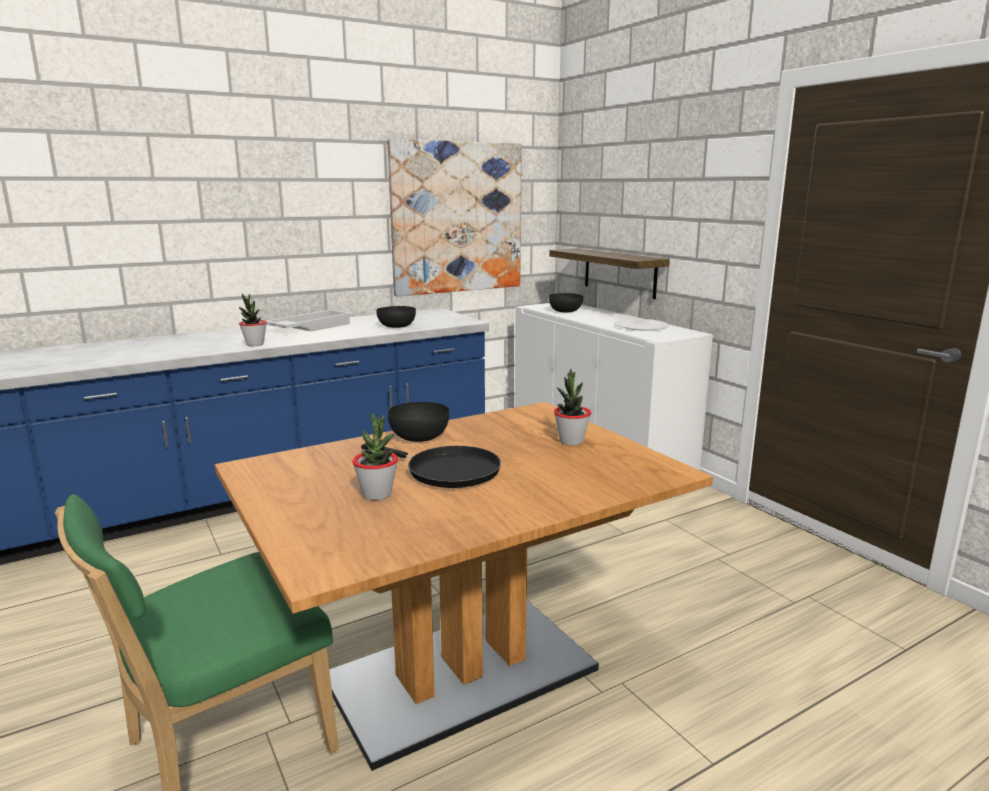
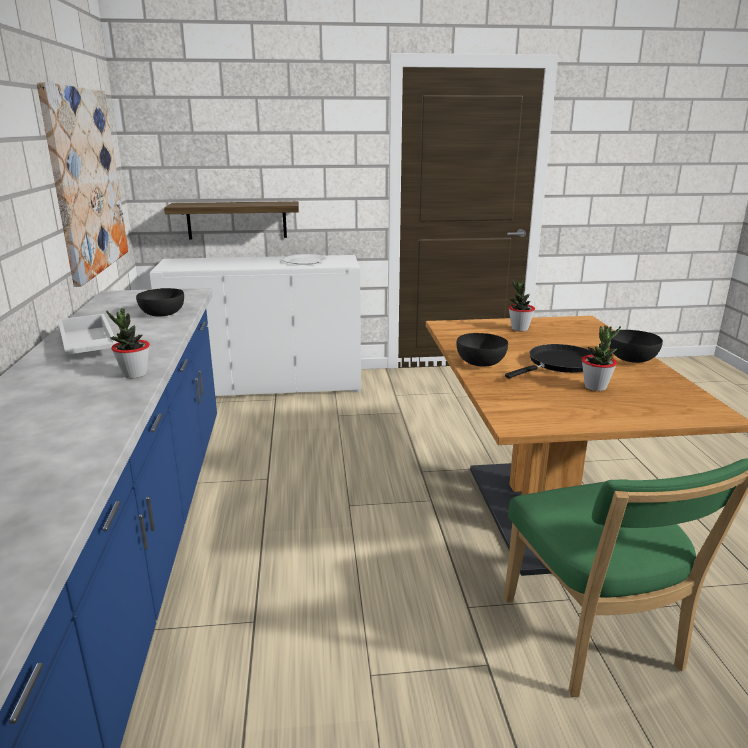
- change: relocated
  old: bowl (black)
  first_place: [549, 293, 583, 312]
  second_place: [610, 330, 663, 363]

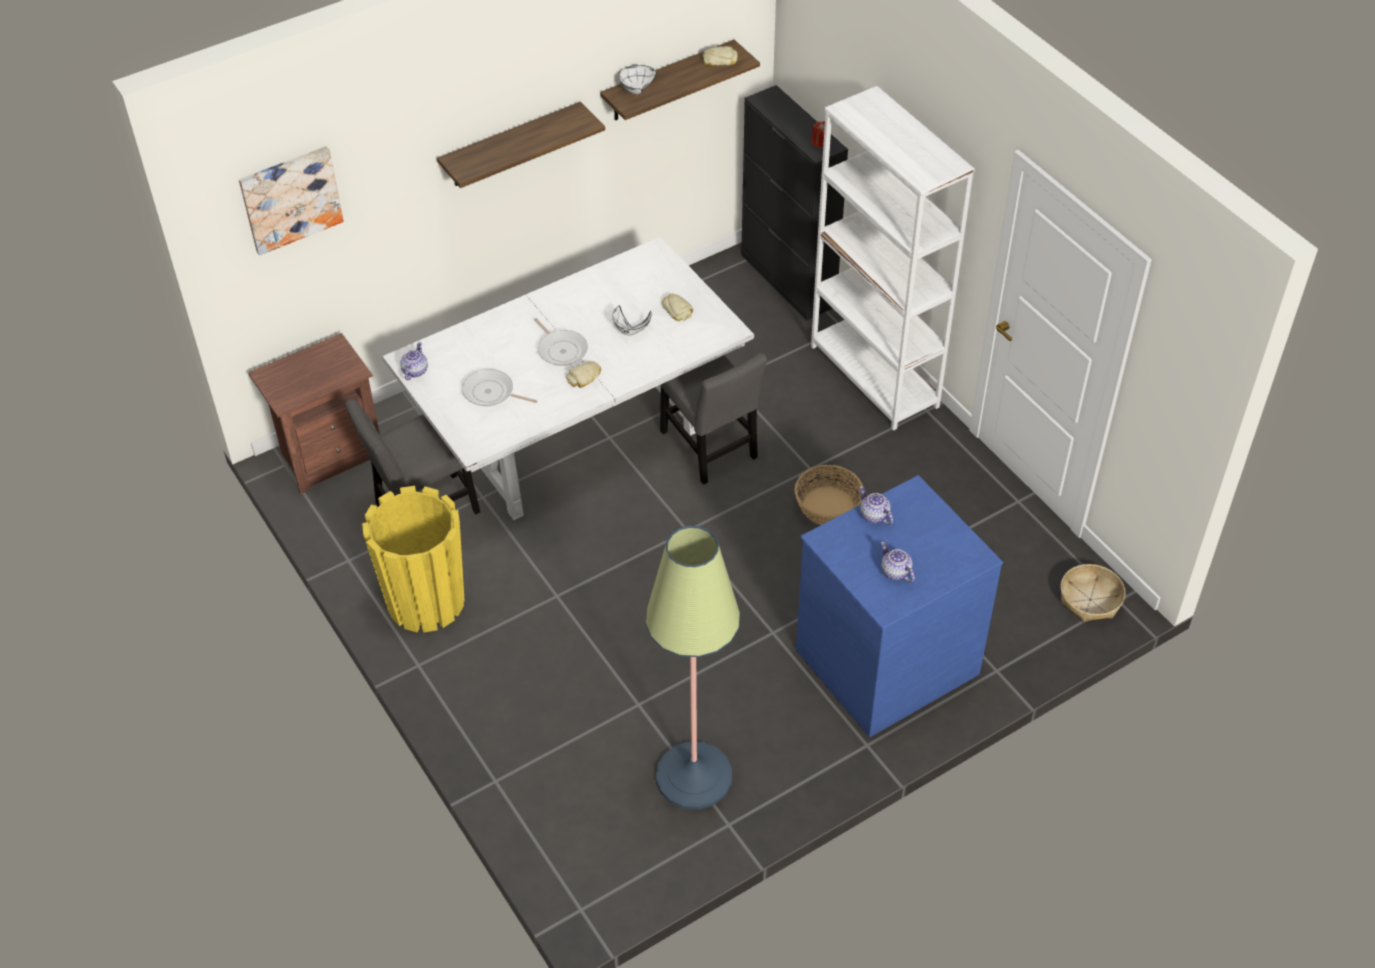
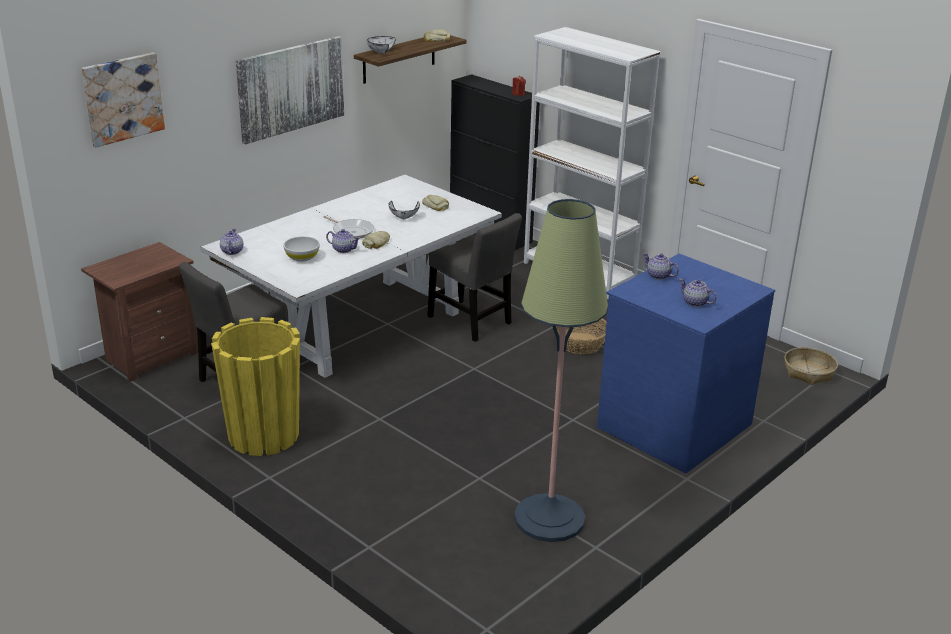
- change: appeared
  new: teapot
  second_place: [326, 229, 360, 253]
- change: exchanged
  old: shelf
  new: picture
  first_place: [437, 102, 605, 188]
  second_place: [236, 36, 344, 145]
- change: exchanged
  old: frying pan
  new: bowl (white)
  first_place: [462, 369, 538, 406]
  second_place: [283, 236, 320, 262]

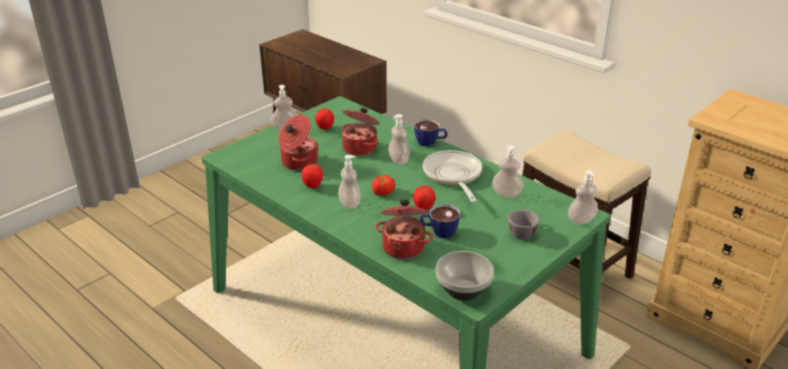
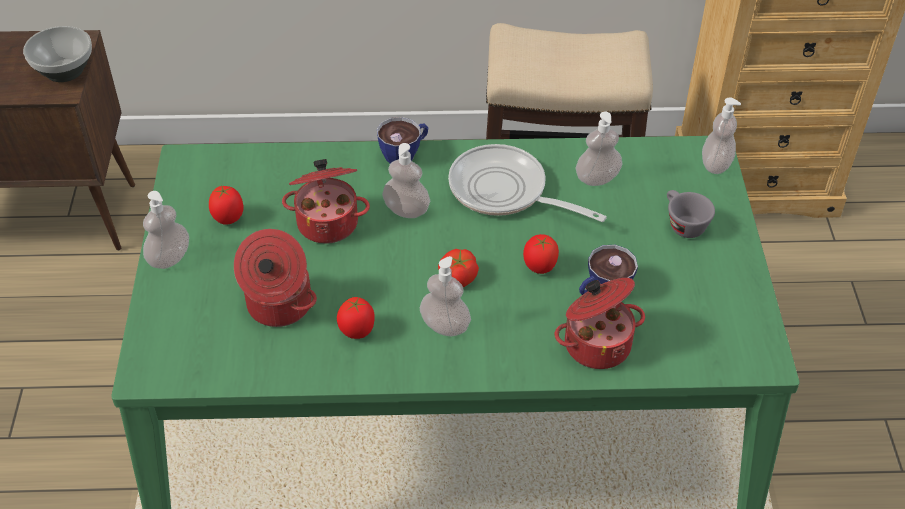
- change: relocated
  old: bowl
  first_place: [435, 251, 494, 301]
  second_place: [23, 26, 92, 82]

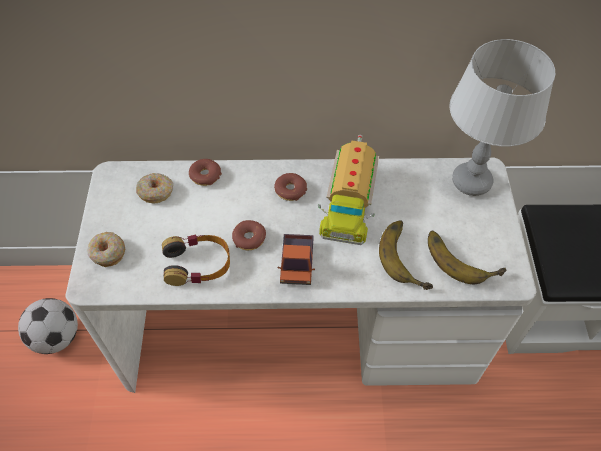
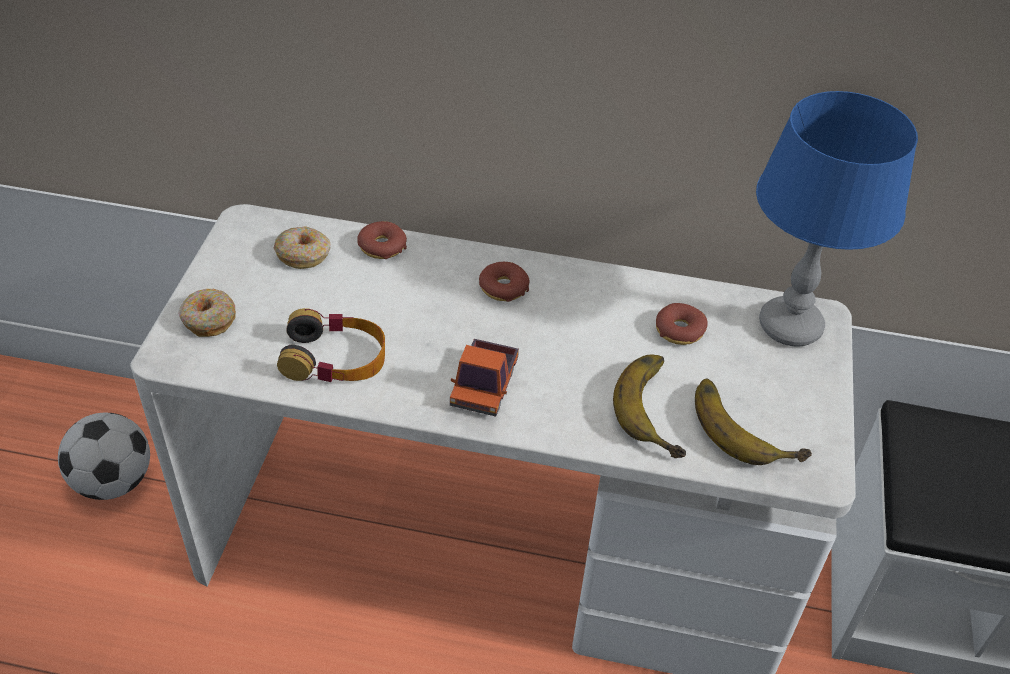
- change: missing
  old: toy truck
  first_place: [318, 135, 379, 245]
- change: relocated
  old: donut
  first_place: [232, 220, 266, 250]
  second_place: [656, 303, 708, 345]
- change: colour
  old: table lamp (grey)
  new: table lamp (blue)
  first_place: [449, 39, 555, 196]
  second_place: [756, 91, 918, 347]

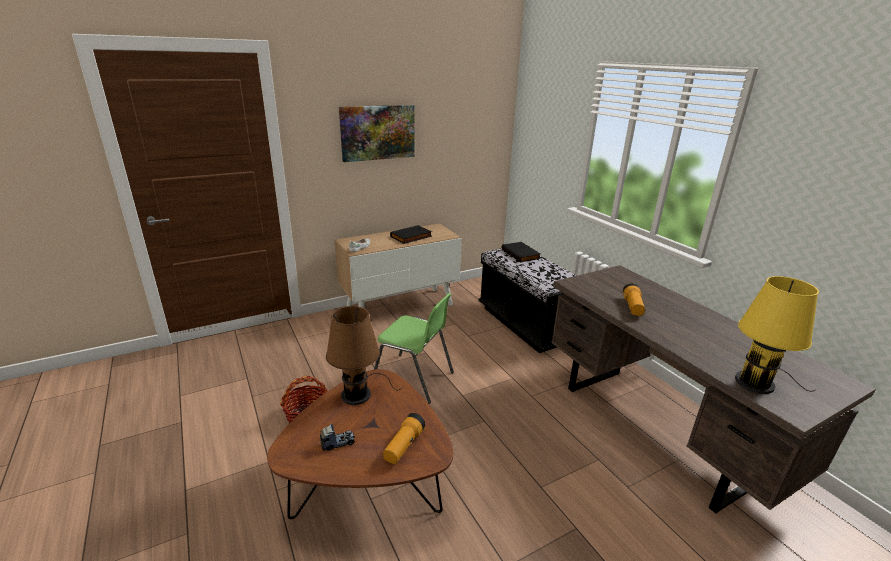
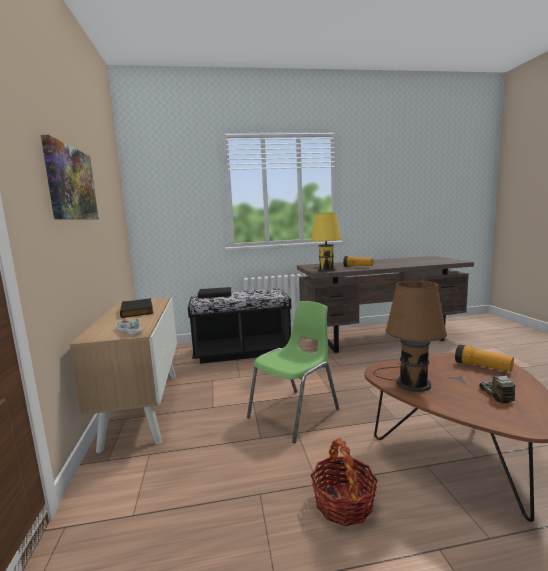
- change: relocated
  old: table lamp (yellow)
  first_place: [735, 276, 819, 394]
  second_place: [311, 213, 342, 272]

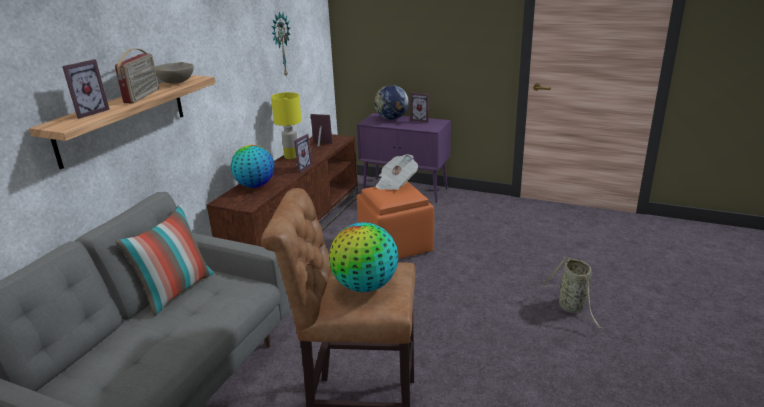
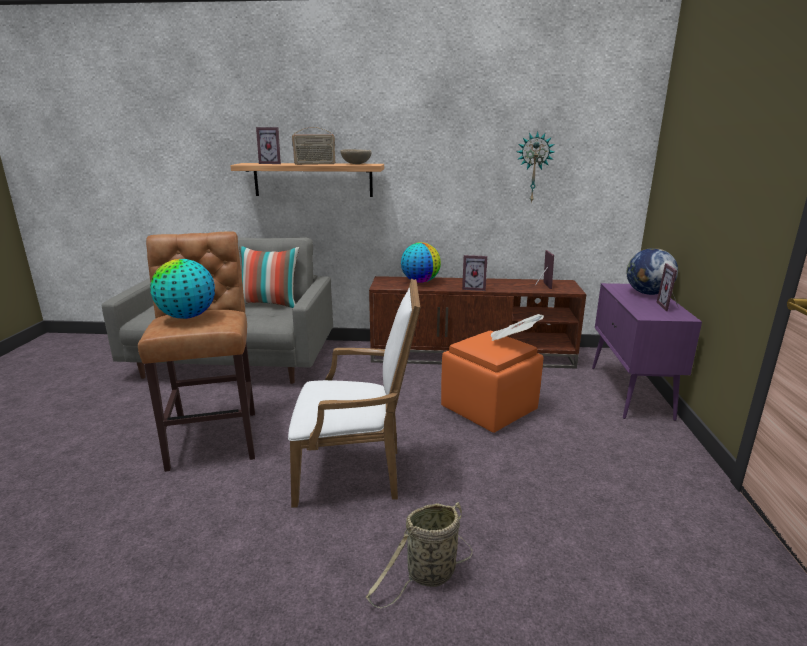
- change: missing
  old: table lamp (yellow)
  first_place: [271, 92, 302, 159]
- change: appeared
  new: armchair (white)
  second_place: [288, 278, 421, 507]

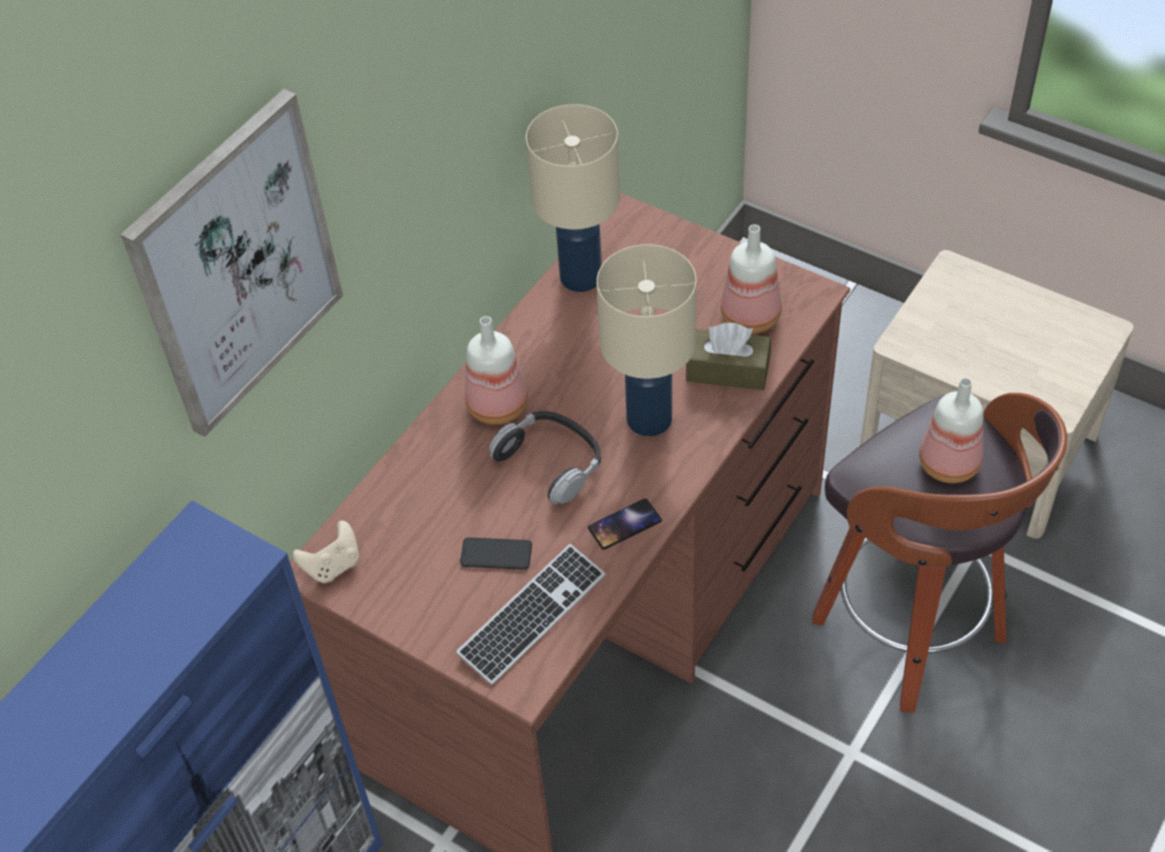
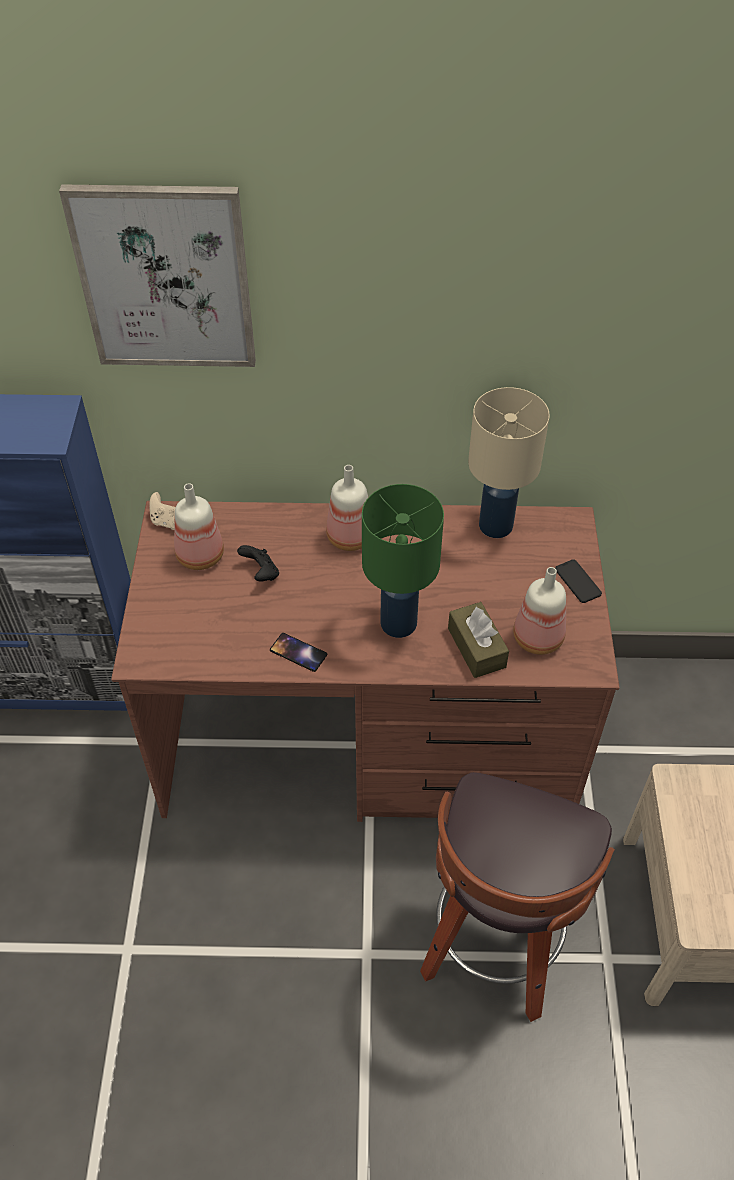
- change: missing
  old: keyboard
  first_place: [456, 544, 605, 685]
- change: missing
  old: headphones
  first_place: [489, 411, 601, 504]
- change: appeared
  new: game controller (black)
  second_place: [237, 545, 279, 582]
- change: relocated
  old: phone
  first_place: [460, 537, 532, 570]
  second_place: [555, 560, 602, 603]
- change: relocated
  old: bottle
  first_place: [919, 378, 983, 483]
  second_place: [174, 483, 224, 570]
- change: colour
  old: table lamp (beige)
  new: table lamp (green)
  first_place: [597, 244, 697, 437]
  second_place: [362, 484, 444, 638]

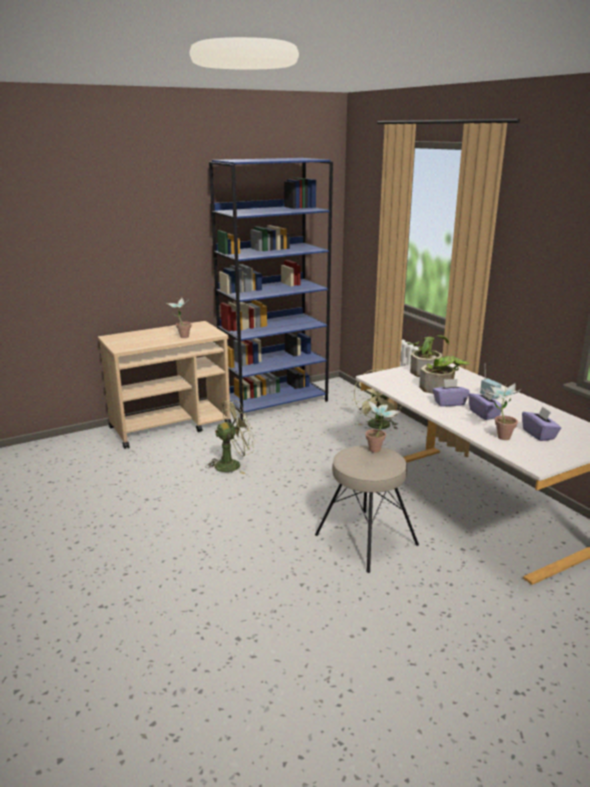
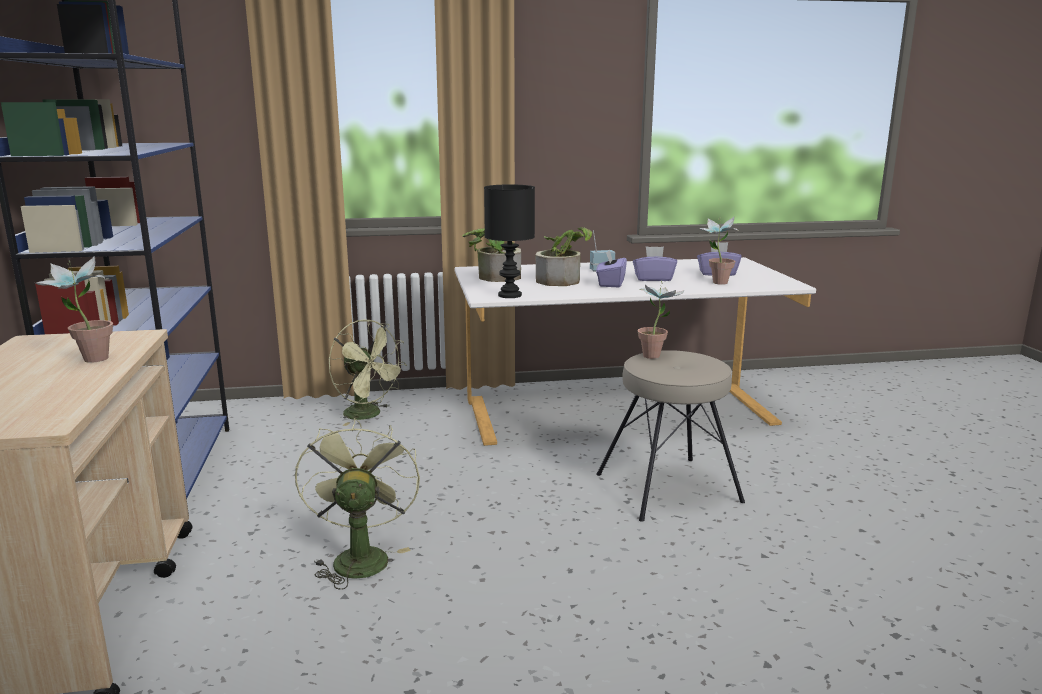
- change: appeared
  new: table lamp (black)
  second_place: [484, 184, 535, 298]

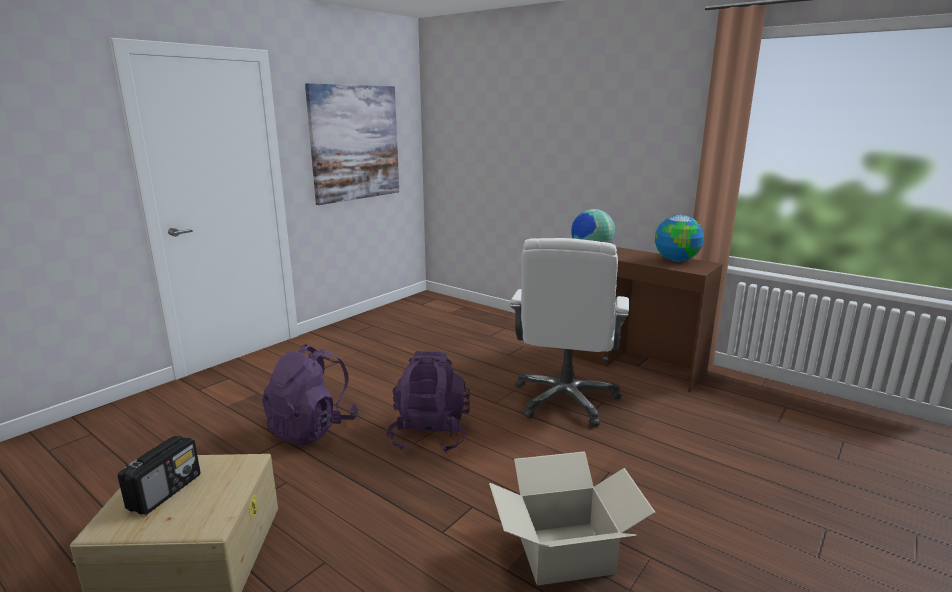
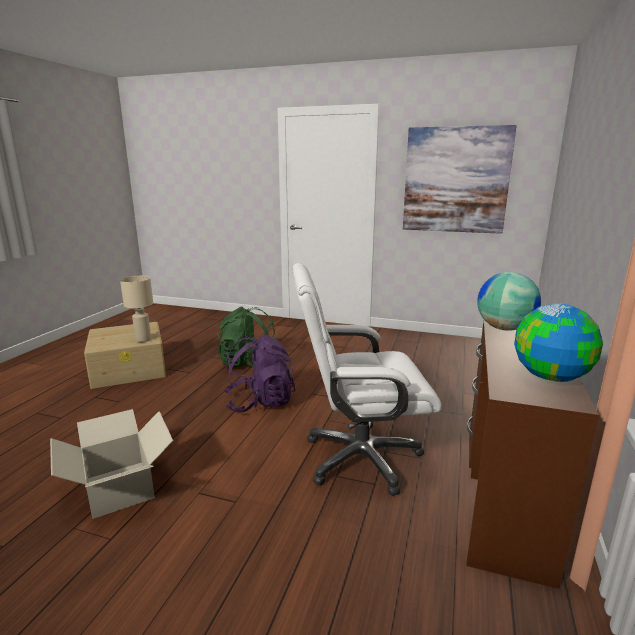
- change: missing
  old: radio
  first_place: [118, 435, 200, 515]
- change: appeared
  new: table lamp (beige)
  second_place: [120, 276, 153, 342]
- change: colour
  old: backpack (purple)
  new: backpack (green)
  first_place: [262, 344, 359, 446]
  second_place: [217, 307, 275, 367]

